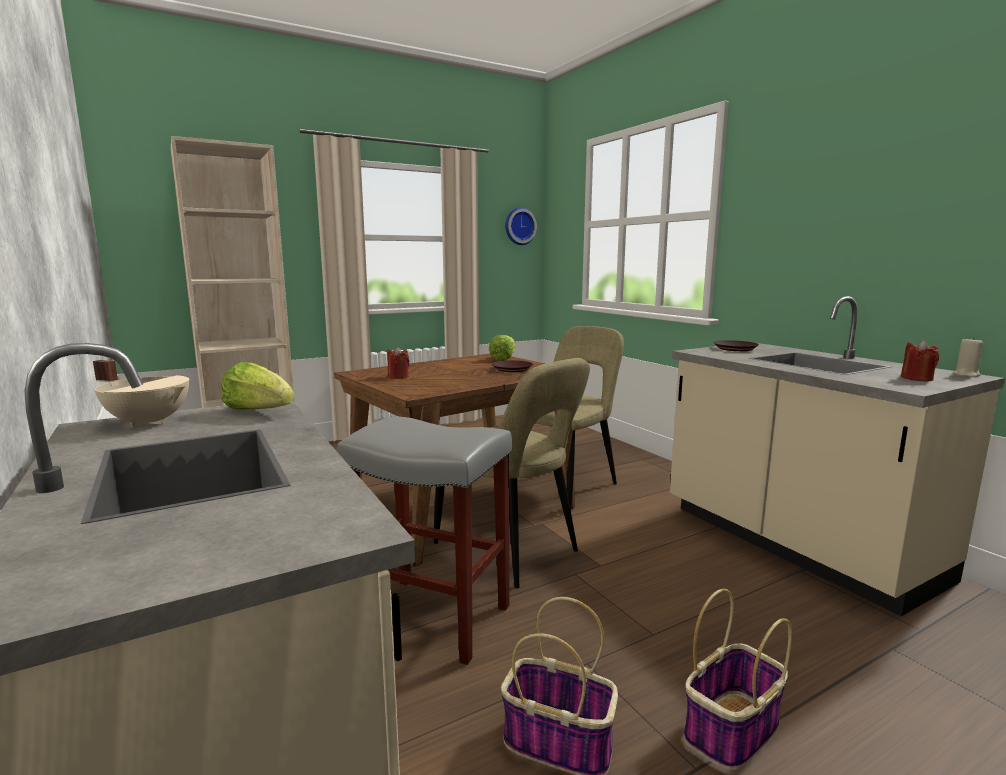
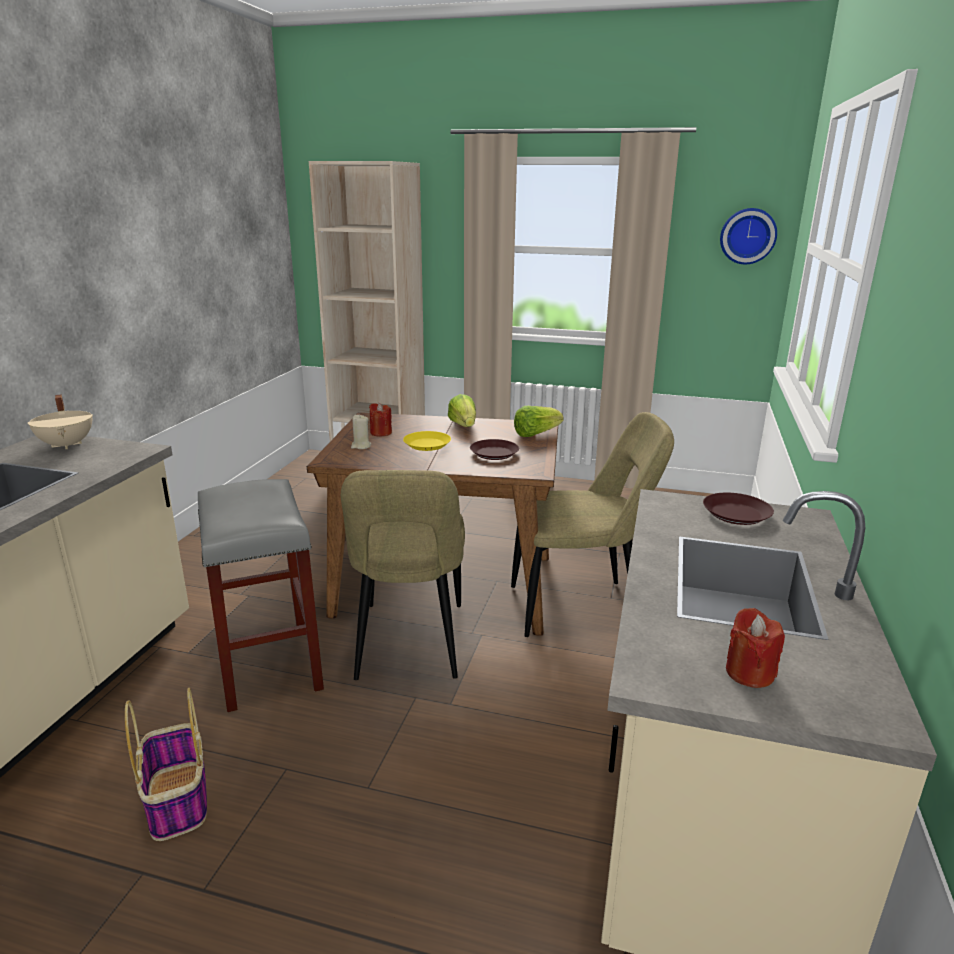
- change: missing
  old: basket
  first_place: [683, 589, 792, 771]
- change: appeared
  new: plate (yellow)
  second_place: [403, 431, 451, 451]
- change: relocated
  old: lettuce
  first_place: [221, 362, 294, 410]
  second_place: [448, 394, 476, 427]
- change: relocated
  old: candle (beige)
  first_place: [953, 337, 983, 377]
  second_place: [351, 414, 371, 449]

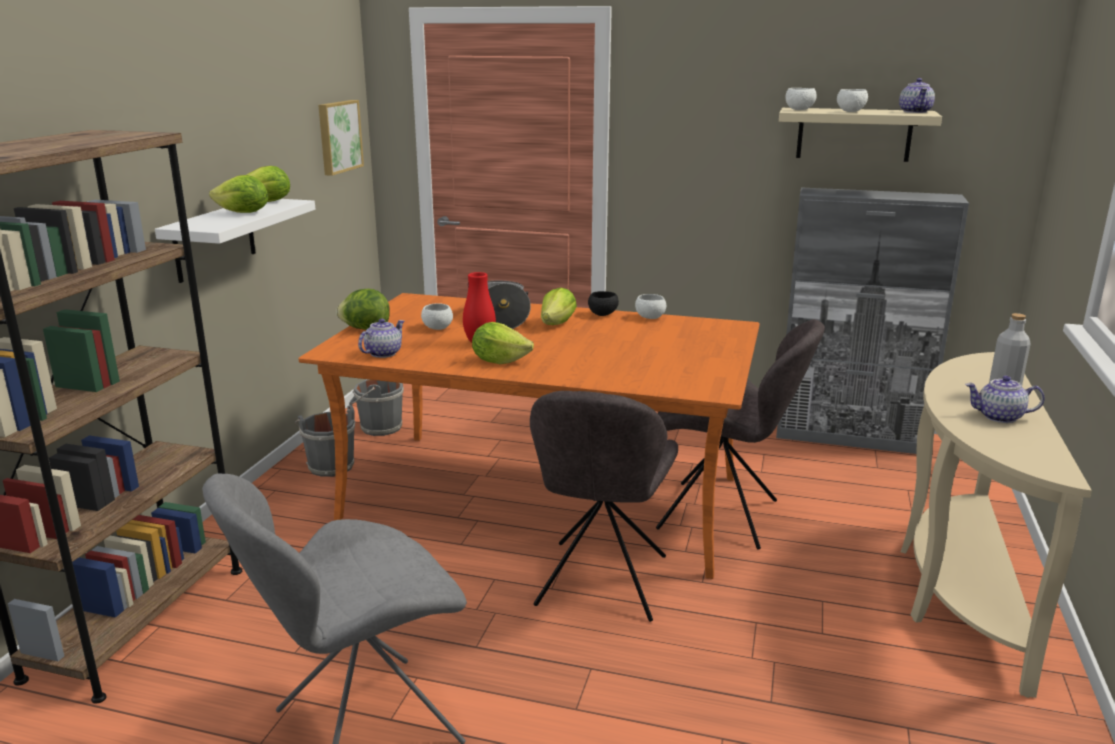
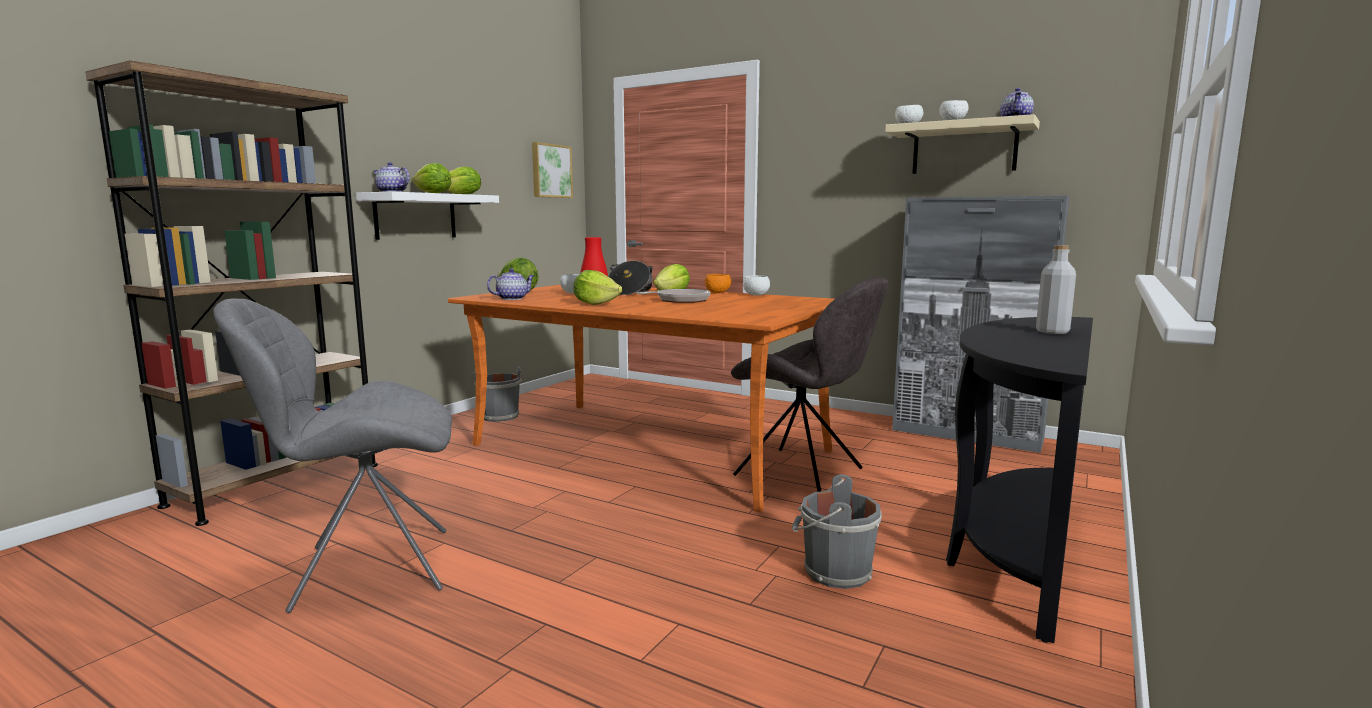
- change: missing
  old: chair (grey)
  first_place: [530, 391, 678, 622]
- change: appeared
  new: frying pan
  second_place: [637, 289, 711, 303]
- change: relocated
  old: bucket (grey)
  first_place: [349, 380, 404, 436]
  second_place: [792, 474, 882, 589]
- change: relocated
  old: teapot
  first_place: [965, 376, 1045, 423]
  second_place: [373, 162, 410, 192]
- change: colour
  old: bowl (black)
  new: bowl (orange)
  first_place: [588, 291, 619, 316]
  second_place: [704, 274, 731, 293]
- change: colour
  old: console table (beige)
  new: console table (black)
  first_place: [901, 352, 1092, 698]
  second_place: [946, 317, 1093, 643]

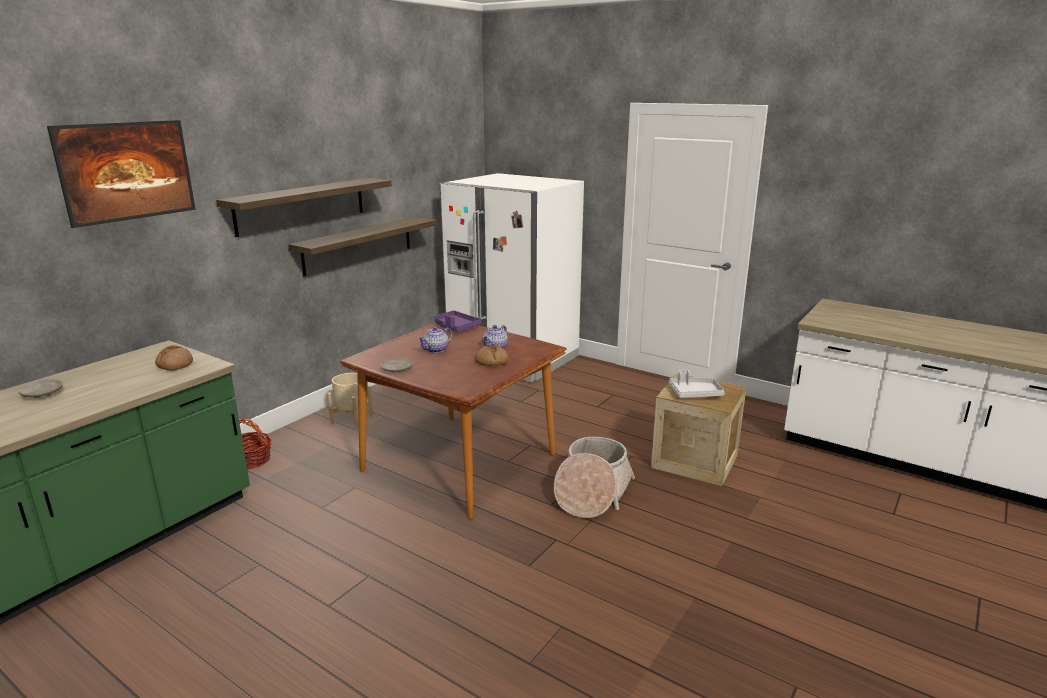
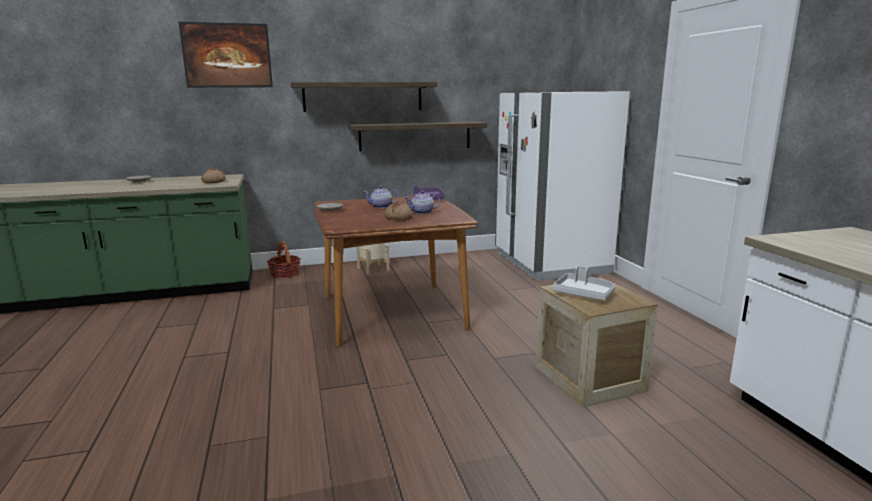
- change: missing
  old: basket
  first_place: [554, 437, 635, 518]

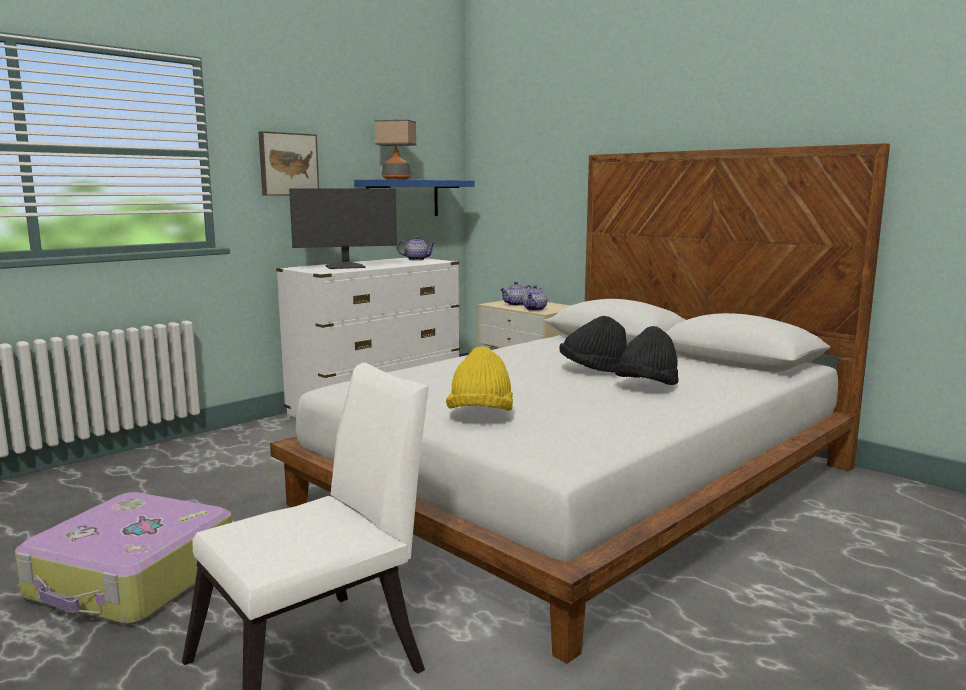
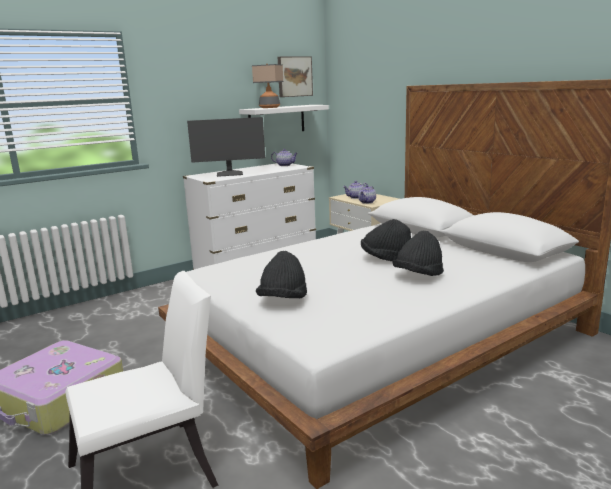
- change: relocated
  old: picture
  first_place: [258, 131, 319, 196]
  second_place: [278, 56, 313, 97]
- change: colour
  old: shelf (blue)
  new: shelf (white)
  first_place: [354, 179, 475, 216]
  second_place: [239, 105, 329, 131]
- change: colour
  old: hat (yellow)
  new: hat (black)
  first_place: [446, 346, 513, 411]
  second_place: [256, 251, 307, 299]

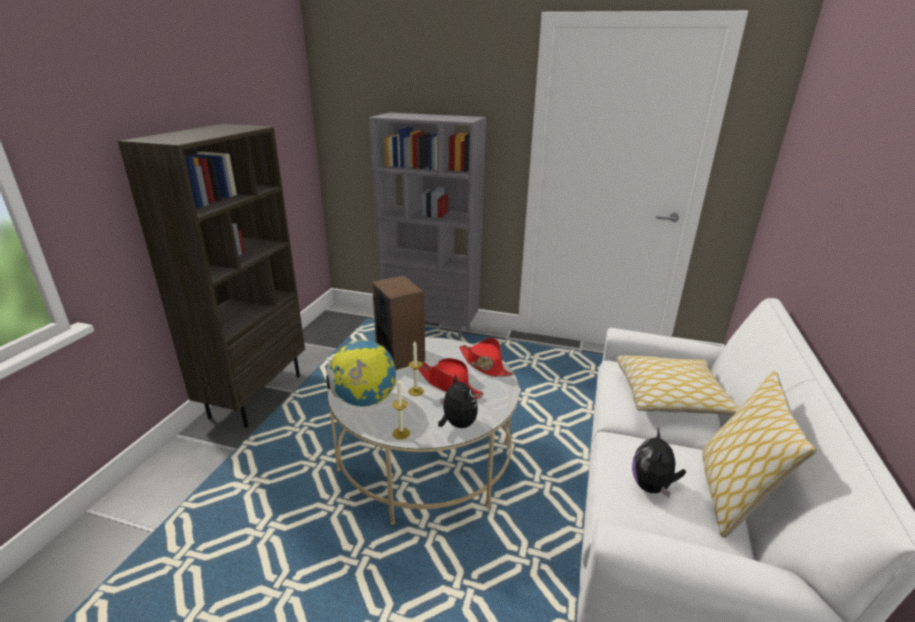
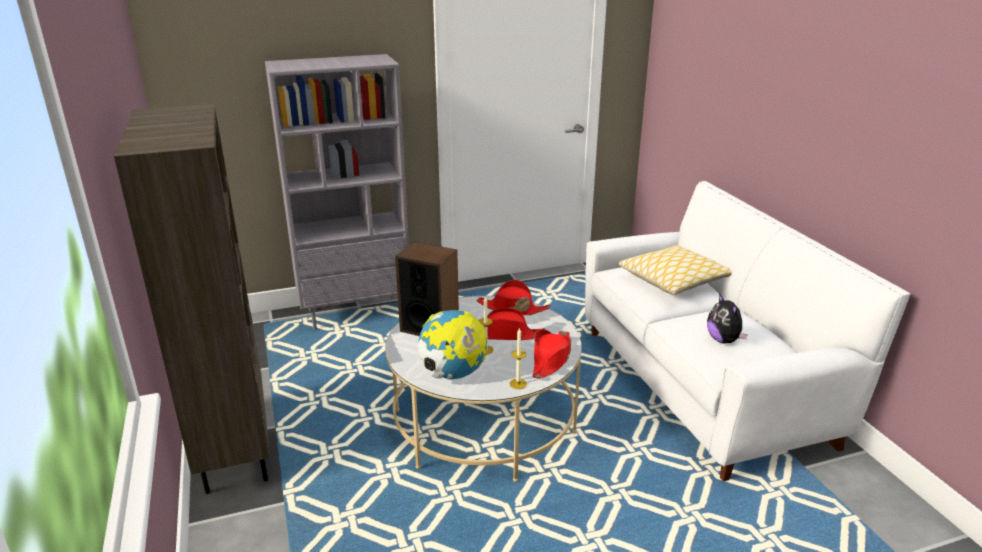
- change: missing
  old: pillow
  first_place: [702, 371, 817, 538]
- change: exchanged
  old: plush toy
  new: hat (red)
  first_place: [438, 375, 478, 428]
  second_place: [532, 329, 571, 378]

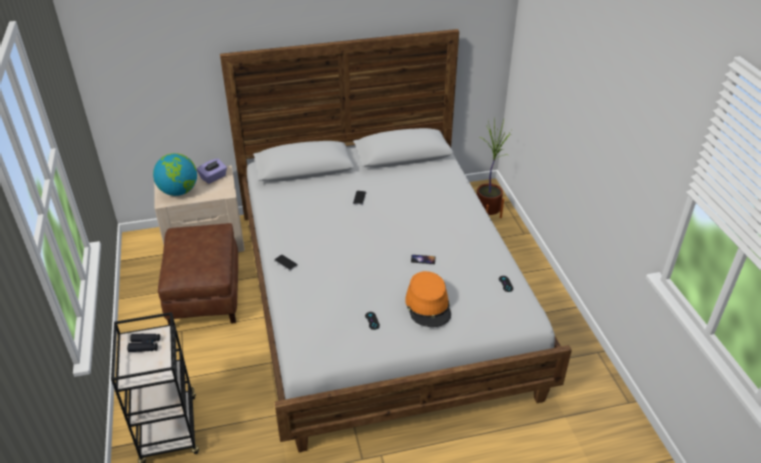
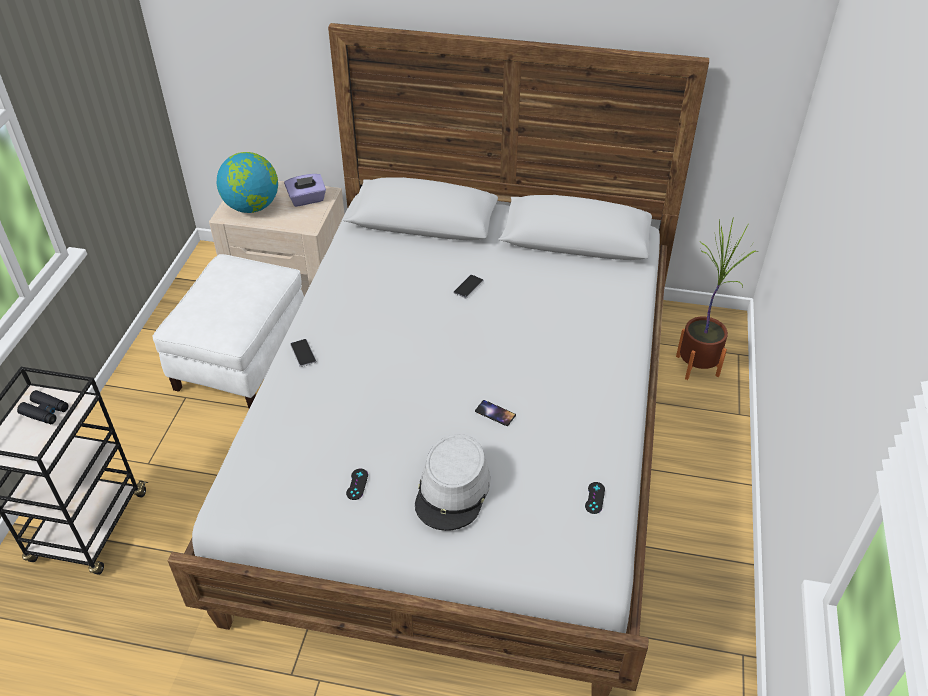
- change: colour
  old: ottoman (brown)
  new: ottoman (white)
  first_place: [158, 223, 238, 325]
  second_place: [153, 254, 304, 409]
- change: colour
  old: hat (orange)
  new: hat (grey)
  first_place: [405, 271, 451, 327]
  second_place: [415, 434, 490, 531]

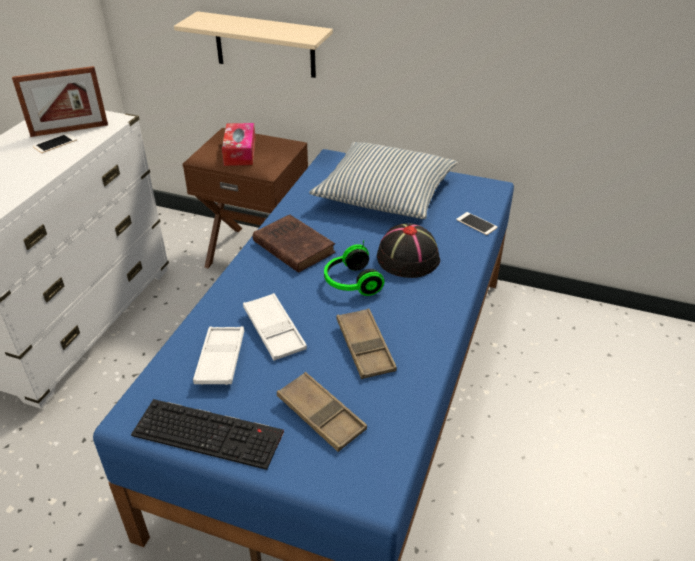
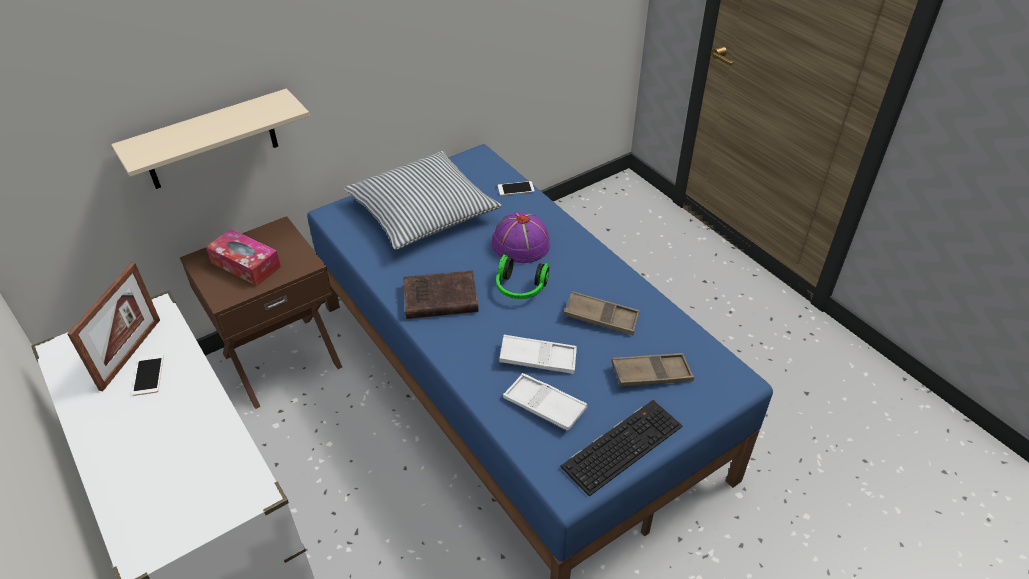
- change: colour
  old: hat (black)
  new: hat (purple)
  first_place: [377, 223, 440, 278]
  second_place: [492, 212, 550, 263]

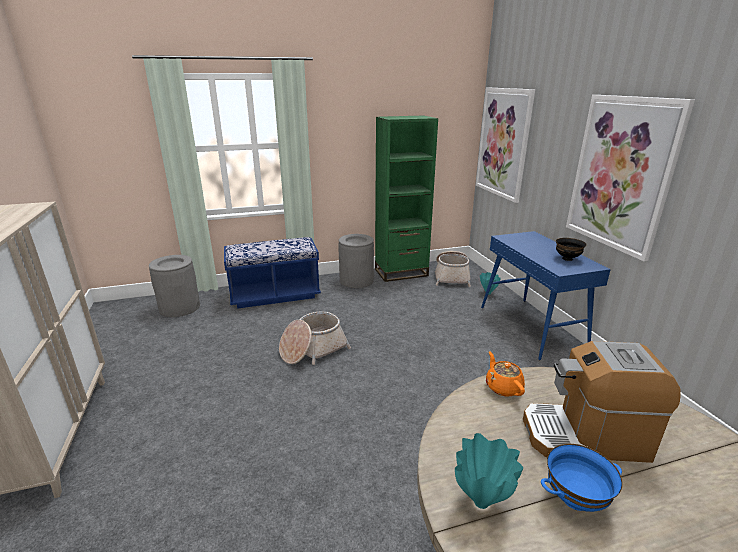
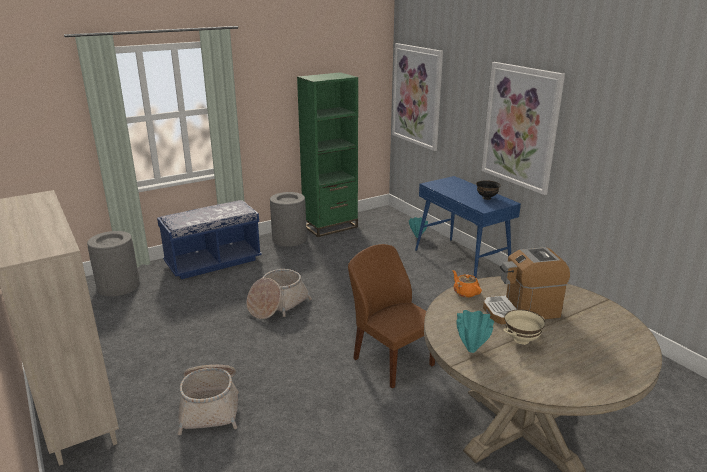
- change: appeared
  new: chair (brown)
  second_place: [348, 244, 435, 389]
- change: relocated
  old: basket
  first_place: [435, 251, 471, 287]
  second_place: [178, 365, 239, 435]
- change: colour
  old: bowl (blue)
  new: bowl (beige)
  first_place: [541, 444, 623, 512]
  second_place: [503, 309, 545, 345]

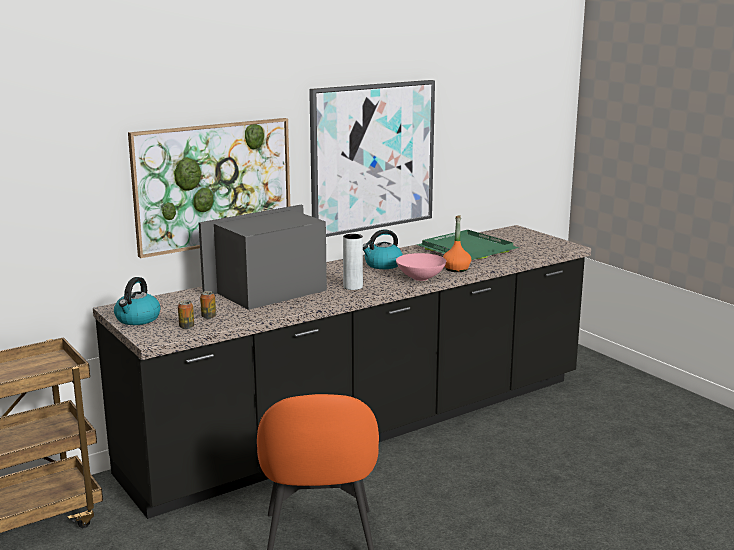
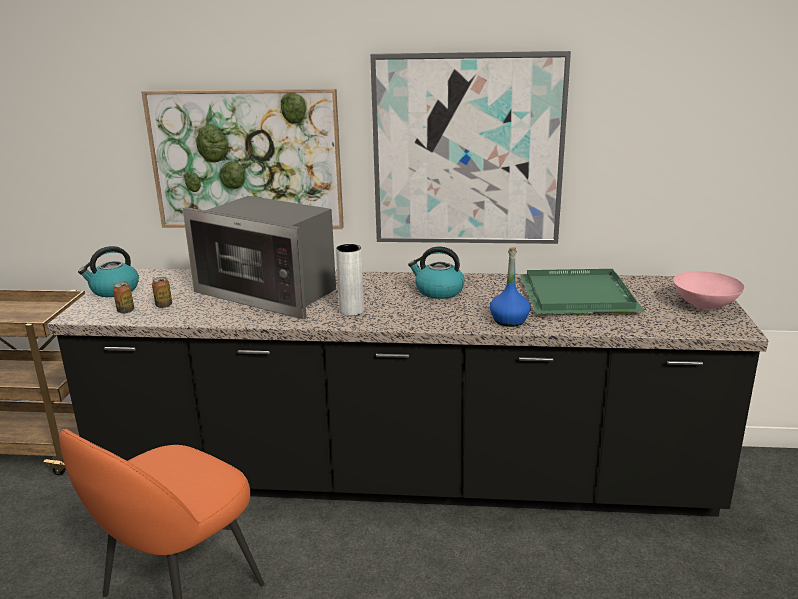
- change: relocated
  old: bowl (pink)
  first_place: [396, 253, 446, 281]
  second_place: [673, 271, 744, 310]
- change: colour
  old: bottle (orange)
  new: bottle (blue)
  first_place: [443, 215, 471, 272]
  second_place: [490, 247, 531, 327]
- change: spun
  old: microwave
  first_place: [198, 205, 327, 310]
  second_place: [182, 196, 336, 319]
  degrees: -150

